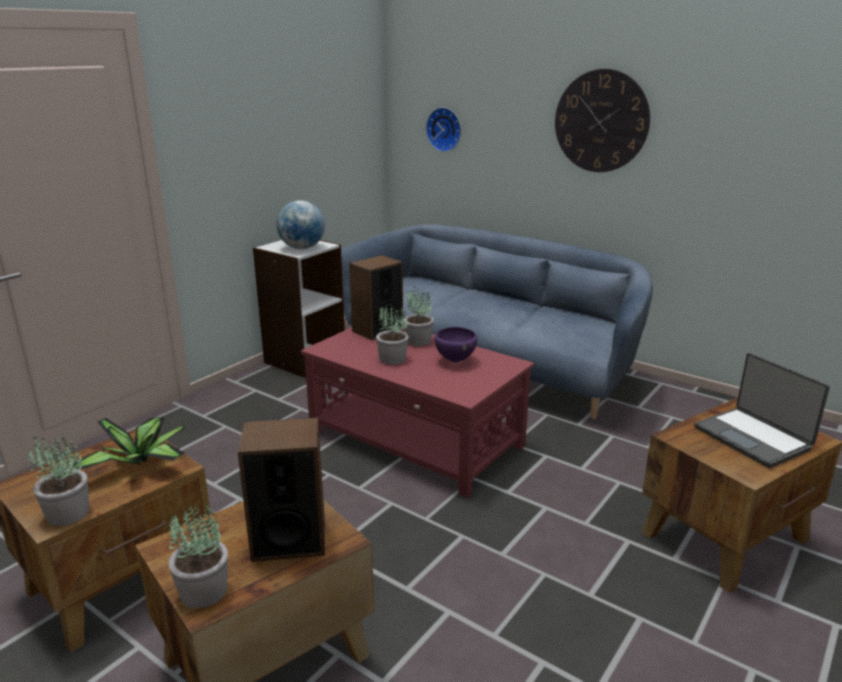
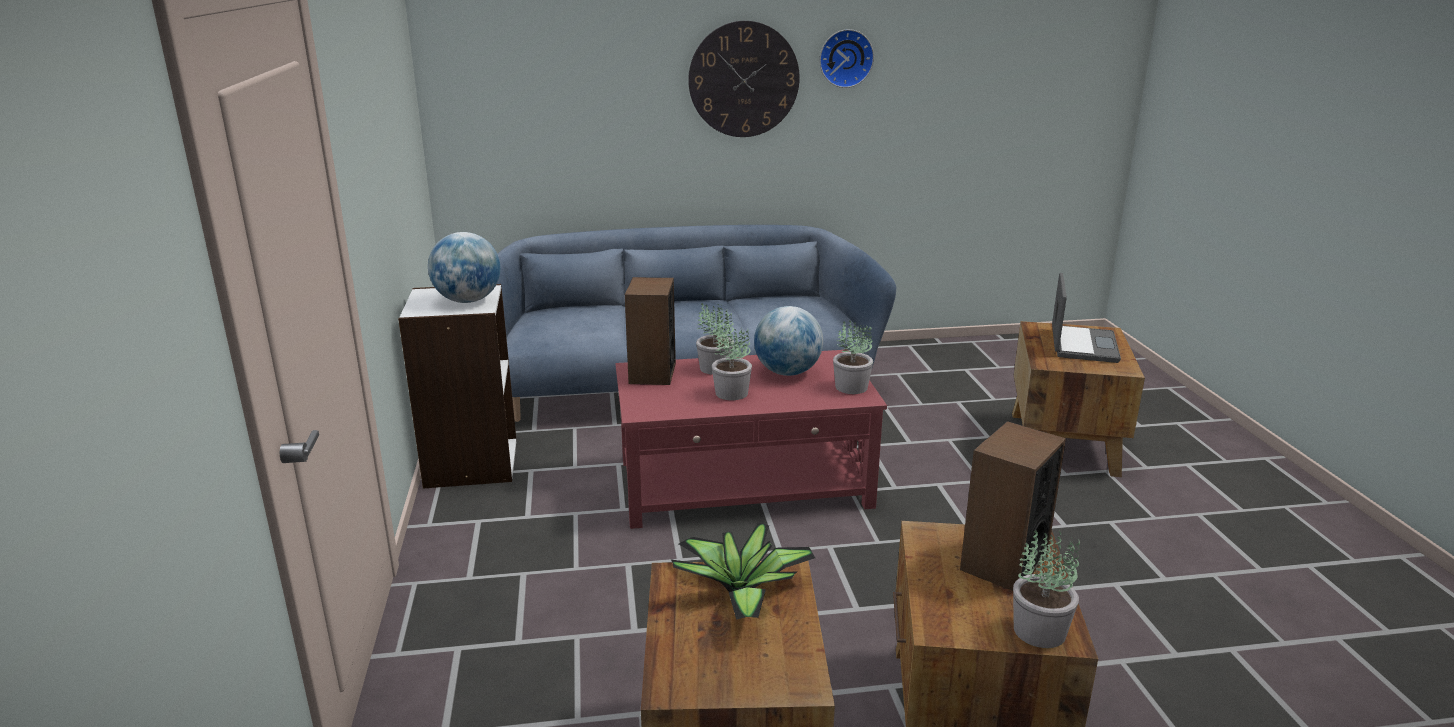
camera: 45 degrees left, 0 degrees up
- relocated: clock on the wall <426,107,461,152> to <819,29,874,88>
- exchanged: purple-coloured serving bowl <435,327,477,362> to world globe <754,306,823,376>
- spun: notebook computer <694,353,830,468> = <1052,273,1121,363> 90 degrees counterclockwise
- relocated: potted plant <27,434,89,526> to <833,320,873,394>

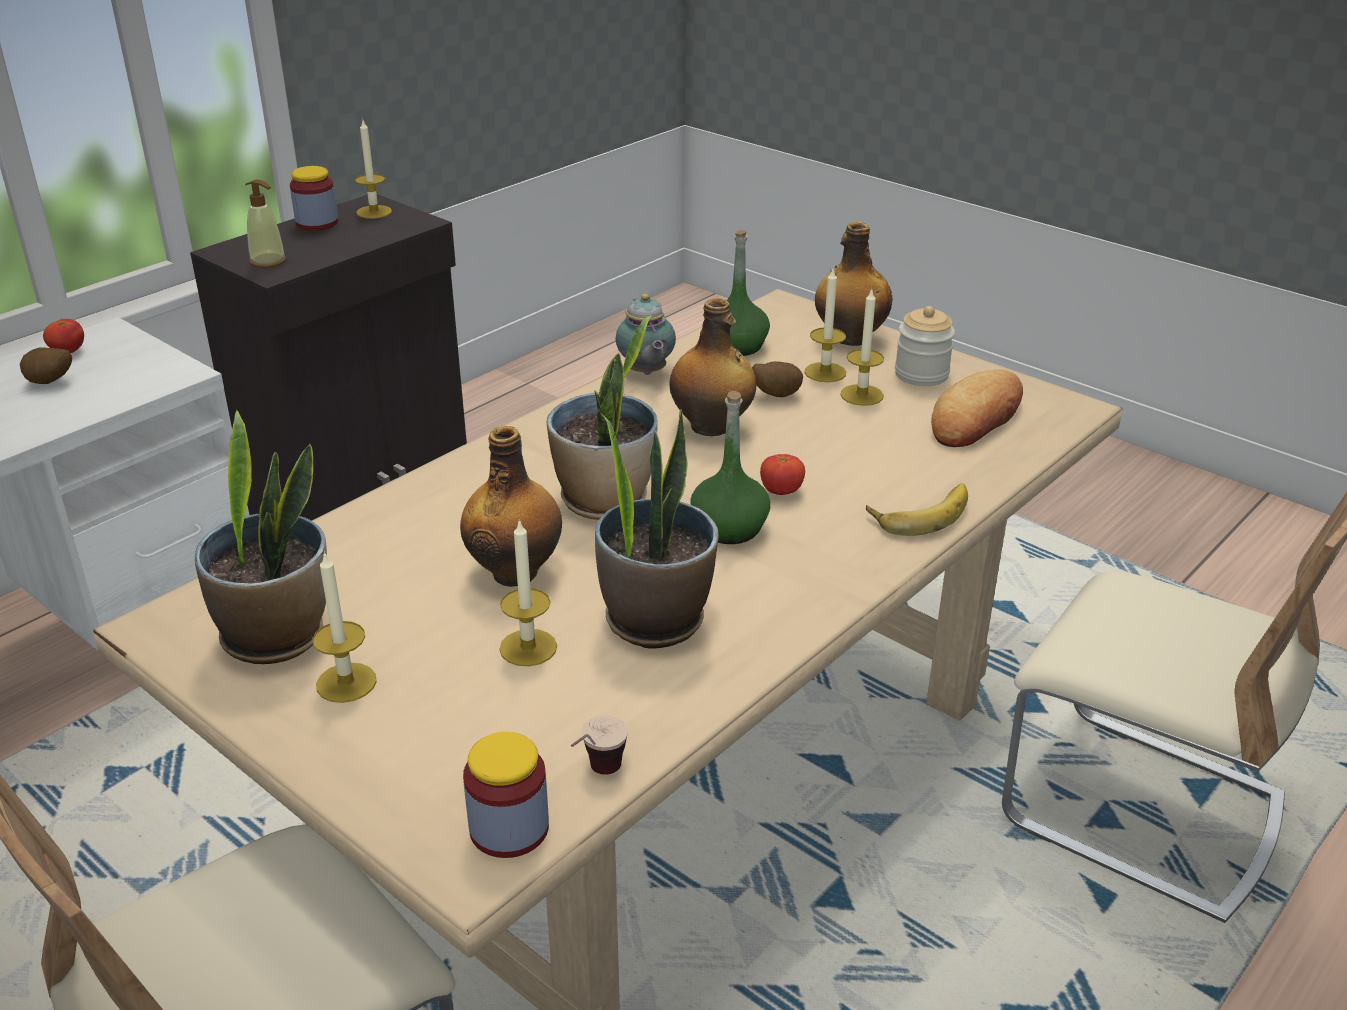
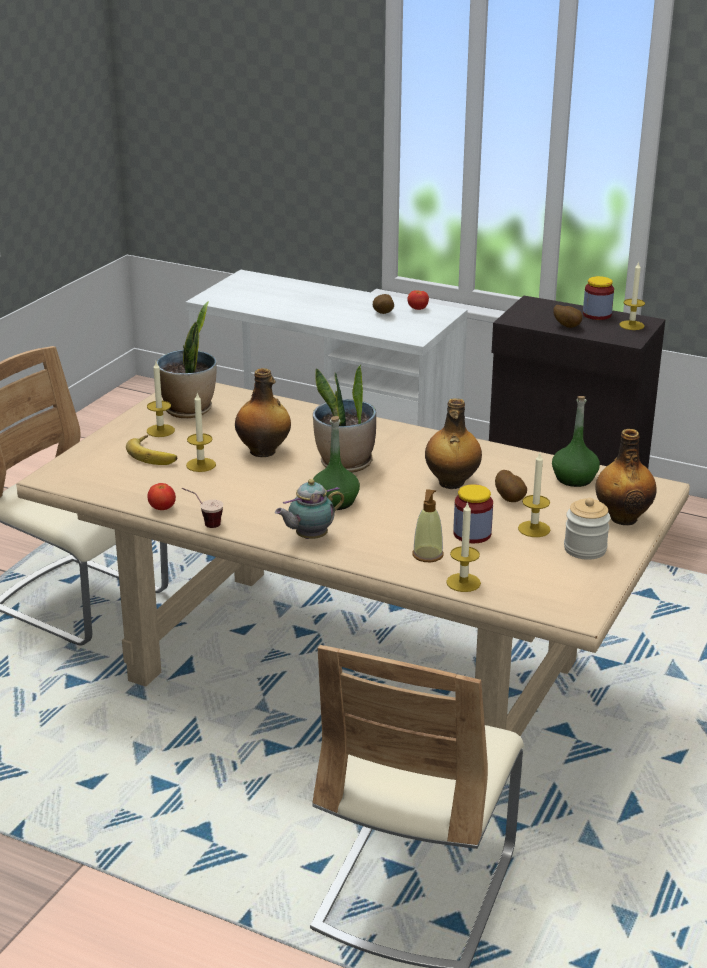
camera: 75 degrees right, 5 degrees down
- relocated: soap dispenser <245,180,286,268> to <412,489,443,562>
- relocated: wax candle <804,269,846,382> to <446,501,481,592>
- relocated: pot for tea <616,294,676,375> to <275,479,344,539>
- missing: bread <931,369,1023,447>
- missing: potted plant <595,409,718,649>
- relocated: tomato <760,454,805,495> to <147,483,176,510>
- relocated: banana fruit <866,483,968,536> to <126,435,177,465>
- relocated: drinking cup <571,715,628,775> to <182,488,223,528>
- relocated: jar <463,732,549,858> to <453,484,493,543>
- appeared: potato <553,305,583,328>

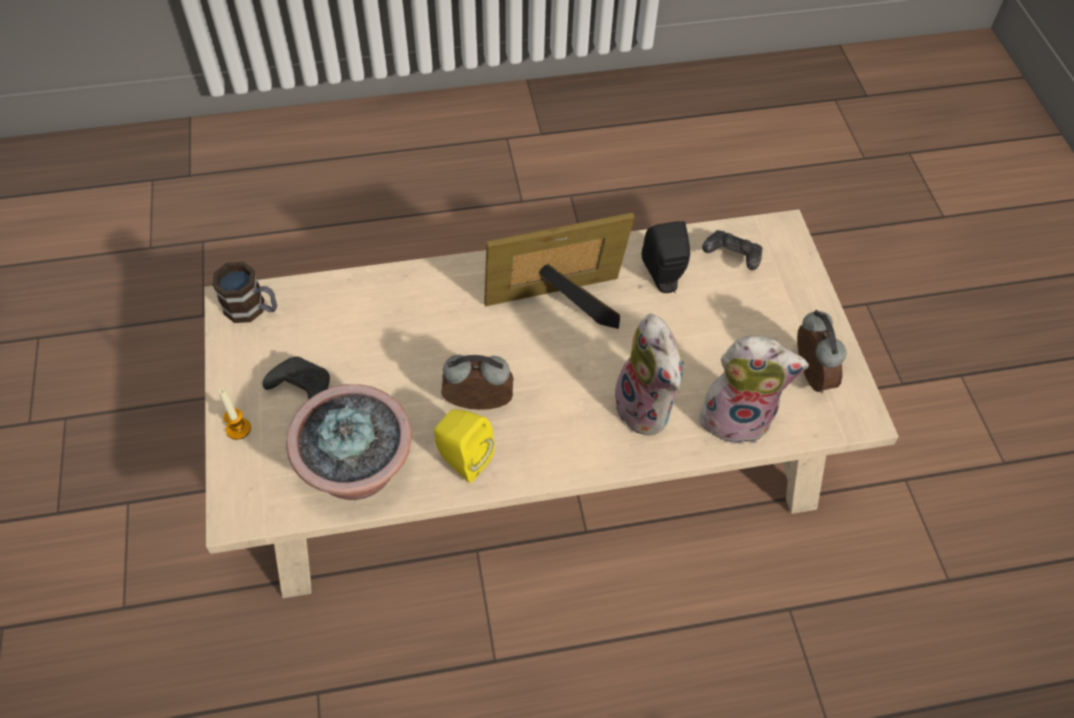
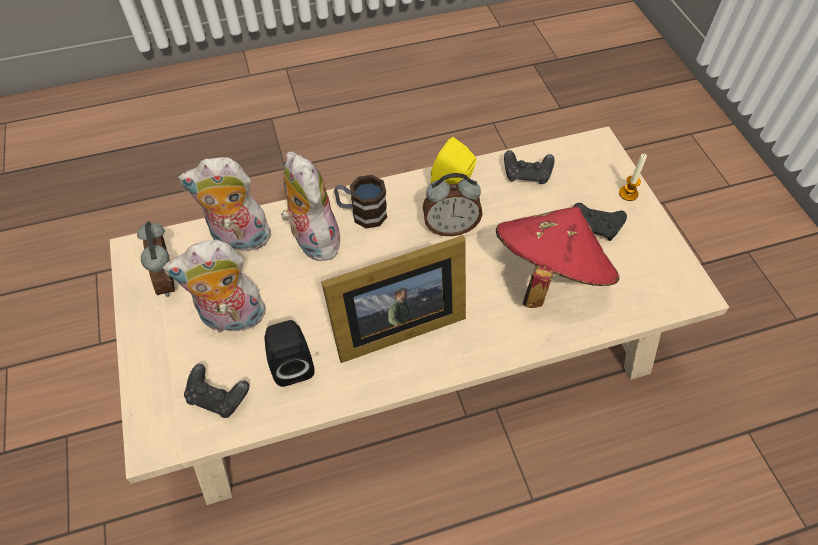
camera: 175 degrees right, 0 degrees up
- relocated: coffee mug <212,262,277,323> to <334,175,387,228>
- exchanged: potted plant <286,384,412,500> to blackish gamepad <504,150,555,184>
- appeared: red hat <496,206,620,308>
- appeared: cuddly toy <163,240,269,333>

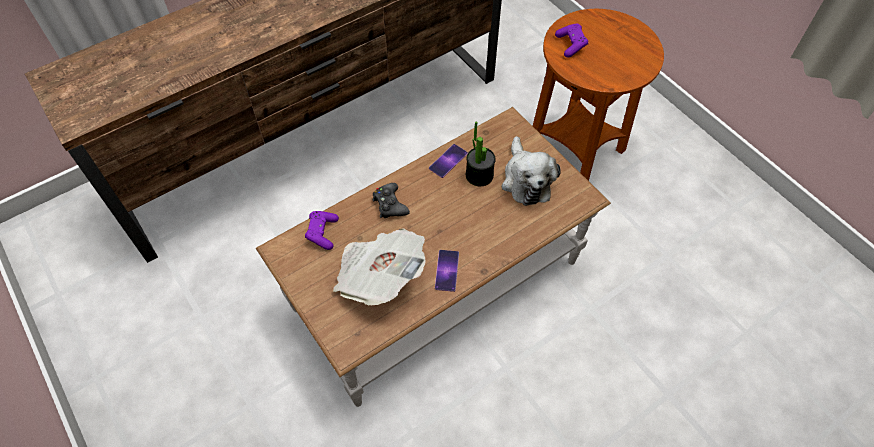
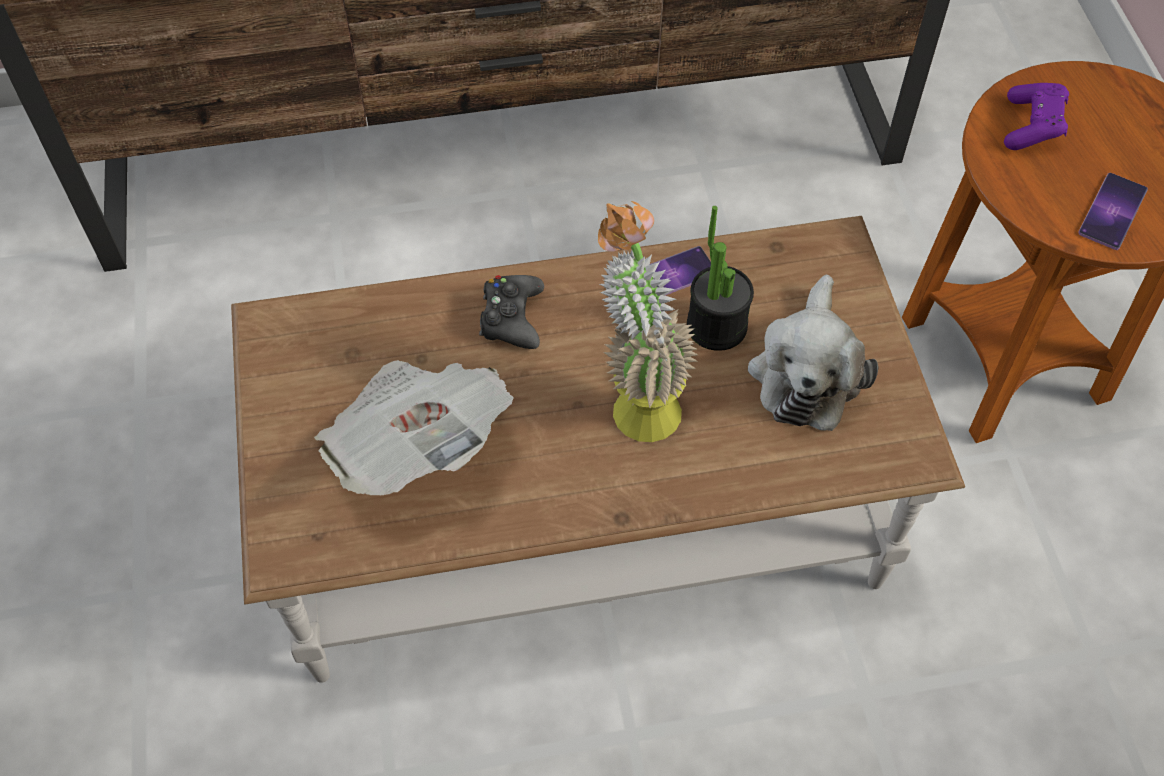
camera: 25 degrees right, 0 degrees up
- missing: purple-coloured gamepad <305,211,339,250>
- relocated: handset <435,250,459,292> to <1078,173,1148,250>
- appeared: potted plant <598,201,698,442>

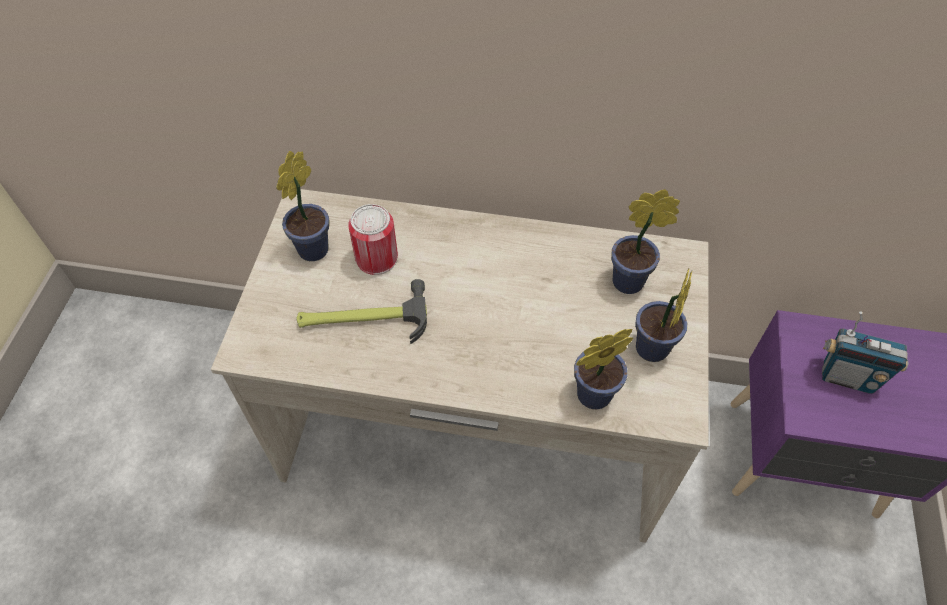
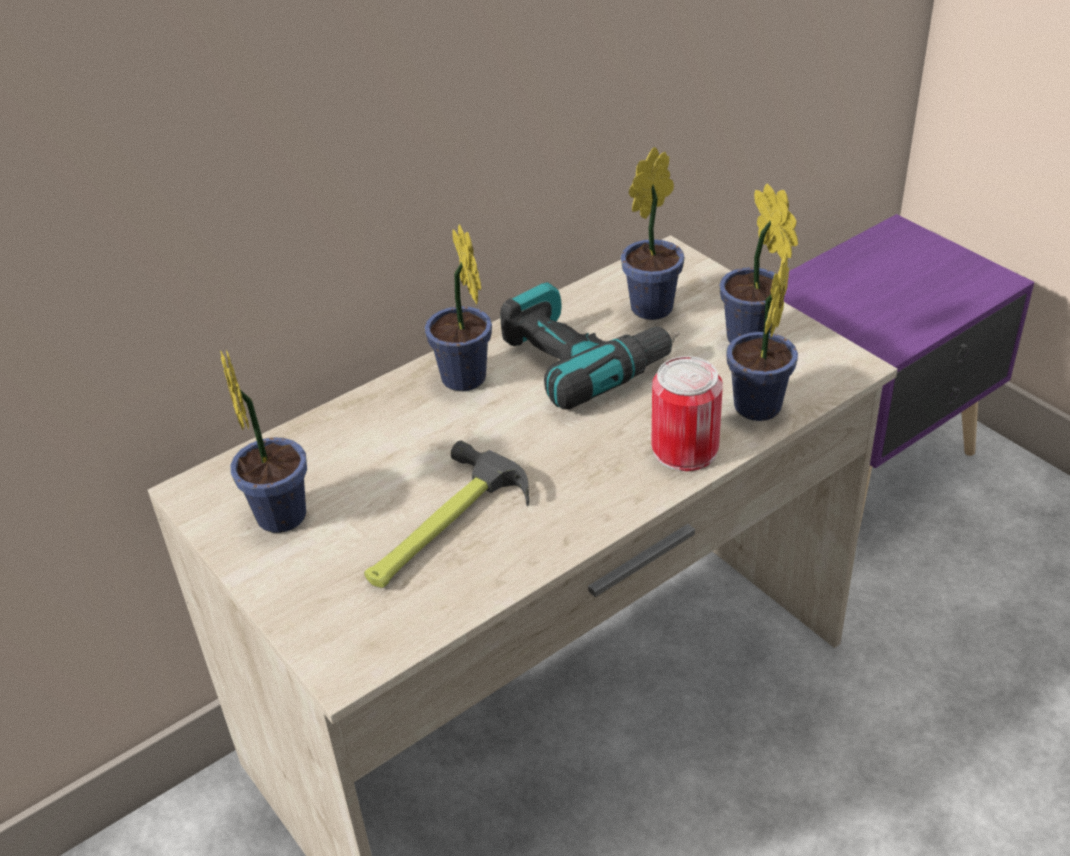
camera: 45 degrees left, 15 degrees down
- relocated: can <348,204,398,275> to <651,356,723,471>
- missing: radio receiver <822,311,909,394>
- appeared: potted plant <424,224,492,391>
- appeared: electric drill <500,282,680,410>

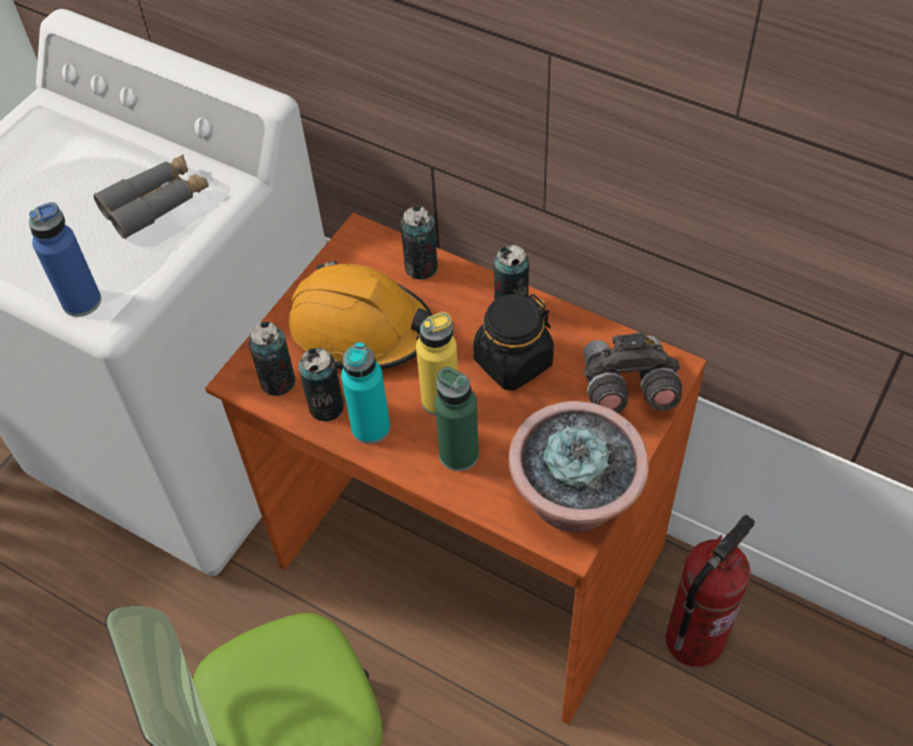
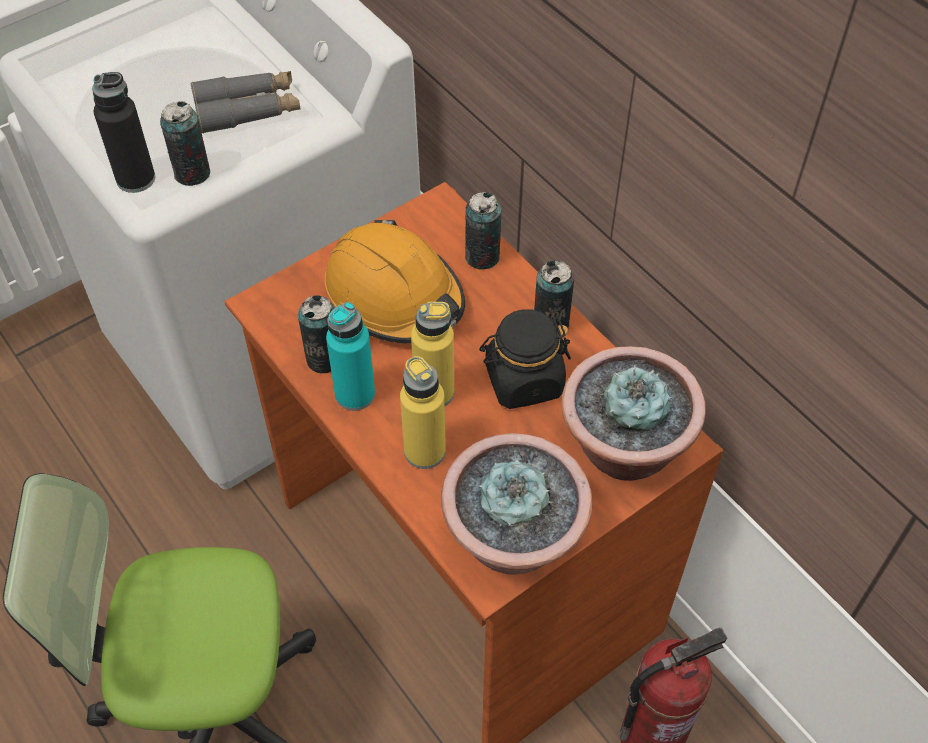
camera: 20 degrees right, 0 degrees up
- colour: blue drink bottle <29,202,101,317> to blackish drink bottle <92,72,155,193>
- relocated: can <248,321,296,396> to <160,101,210,186>
- exchanged: gray field glasses <584,332,682,413> to potted plant <562,346,706,481>
- colour: greenish drink bottle <435,367,479,471> to yellow-coloured drink bottle <400,356,446,469>

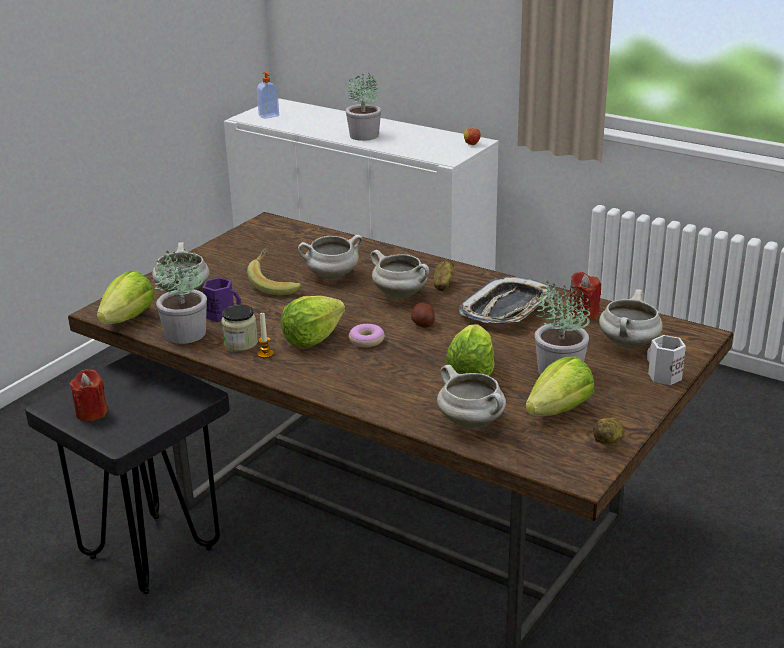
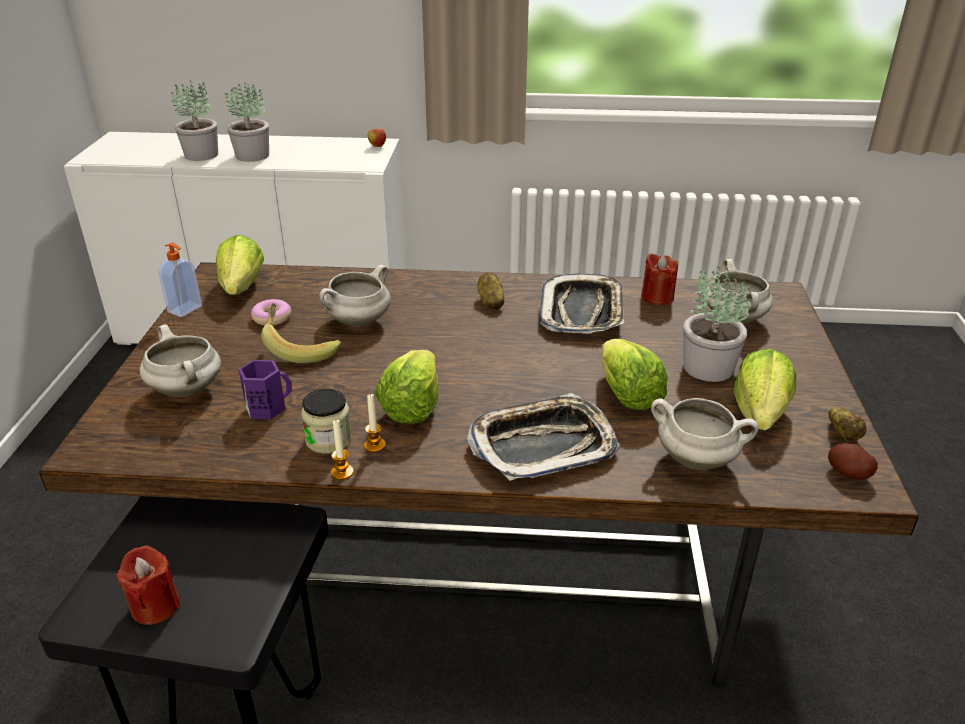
camera: 30 degrees left, 5 degrees up
- relocated: soap dispenser <257,72,279,119> to <158,243,202,317>
- relocated: potted plant <155,249,207,344> to <172,80,218,161>
- missing: white-coloured cooking pot <370,250,429,299>
- relocated: head of lettuce <97,270,155,324> to <216,235,264,295>
- relocated: potato <411,302,435,328> to <828,443,878,480>
- relocated: doughnut <349,324,385,347> to <251,299,291,326>
- missing: white-coloured coffee mug <647,335,686,385>
- appeared: serving tray <467,393,620,481>
- appeared: wax candle <331,420,354,480>

